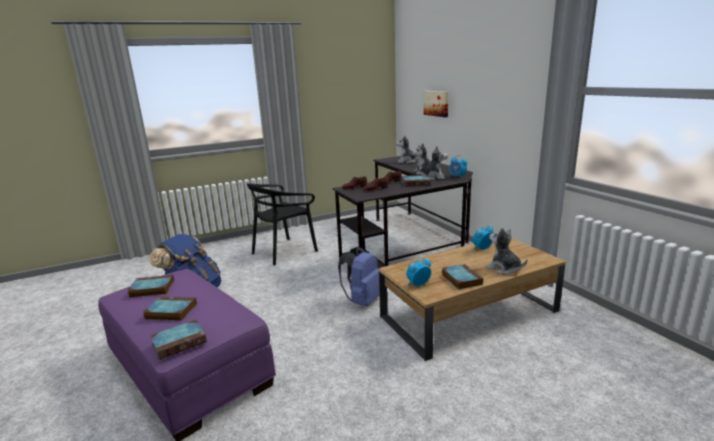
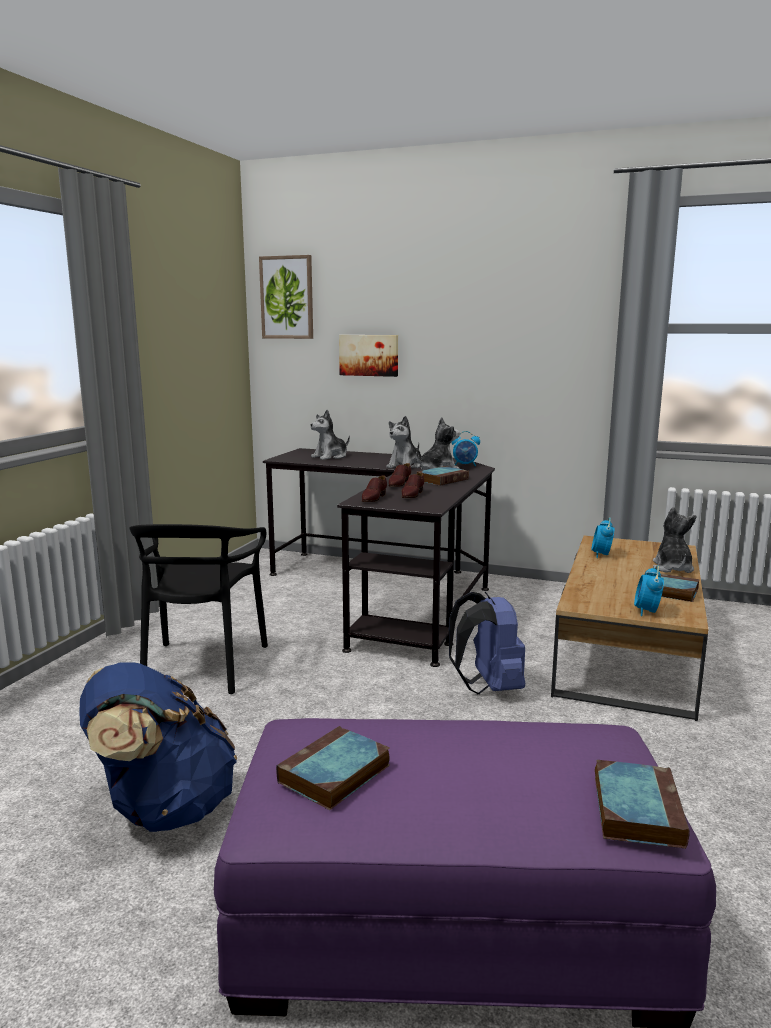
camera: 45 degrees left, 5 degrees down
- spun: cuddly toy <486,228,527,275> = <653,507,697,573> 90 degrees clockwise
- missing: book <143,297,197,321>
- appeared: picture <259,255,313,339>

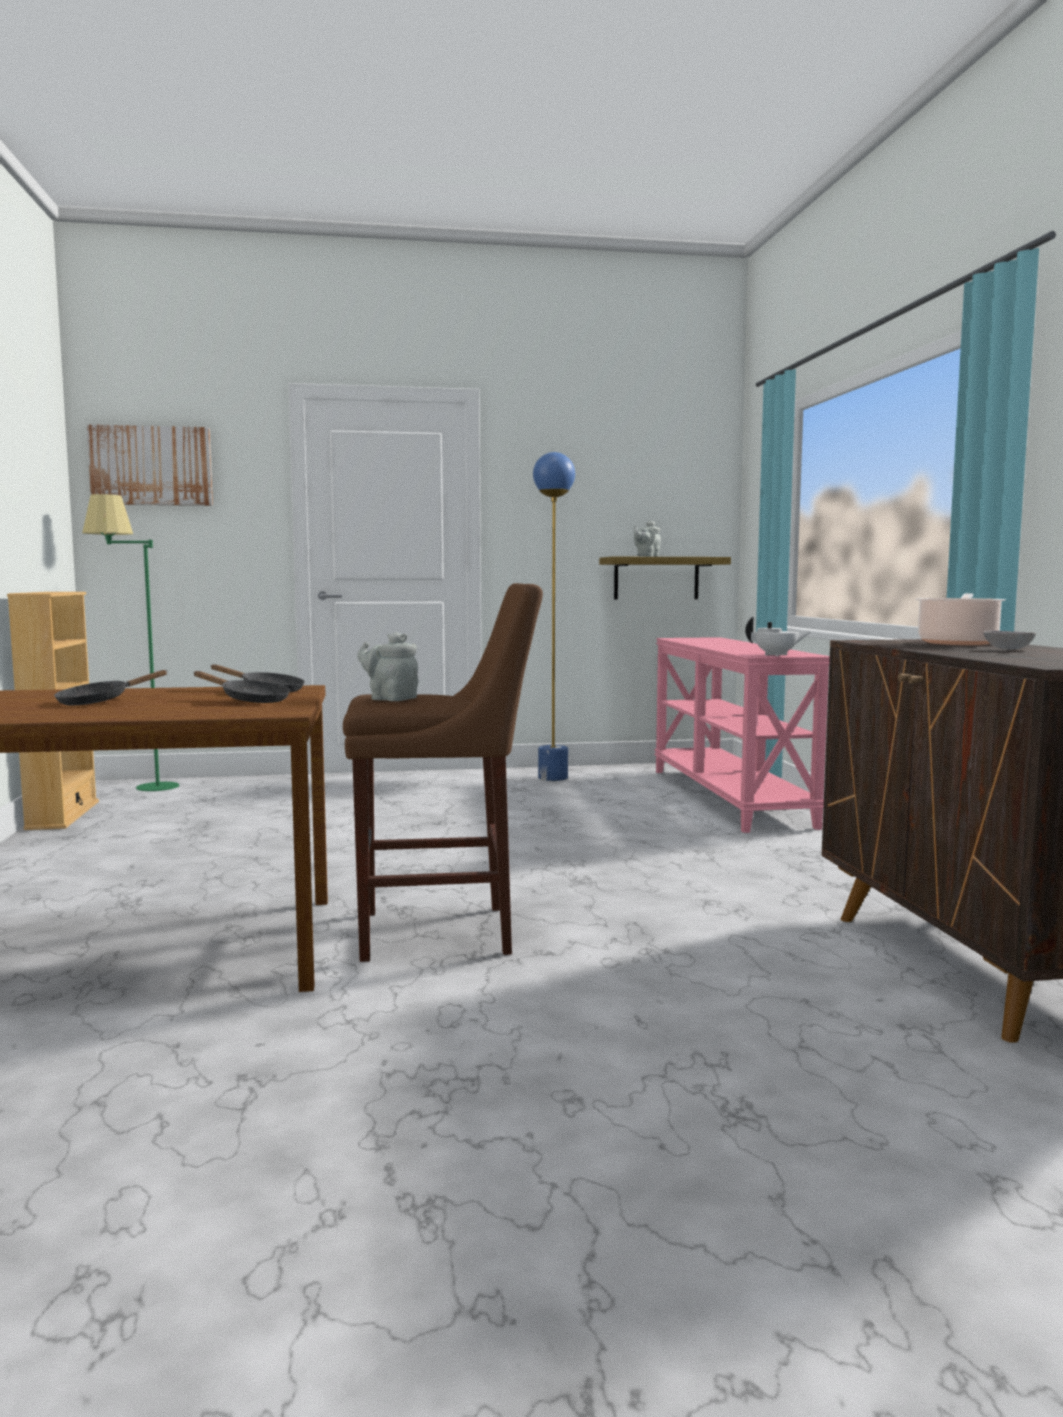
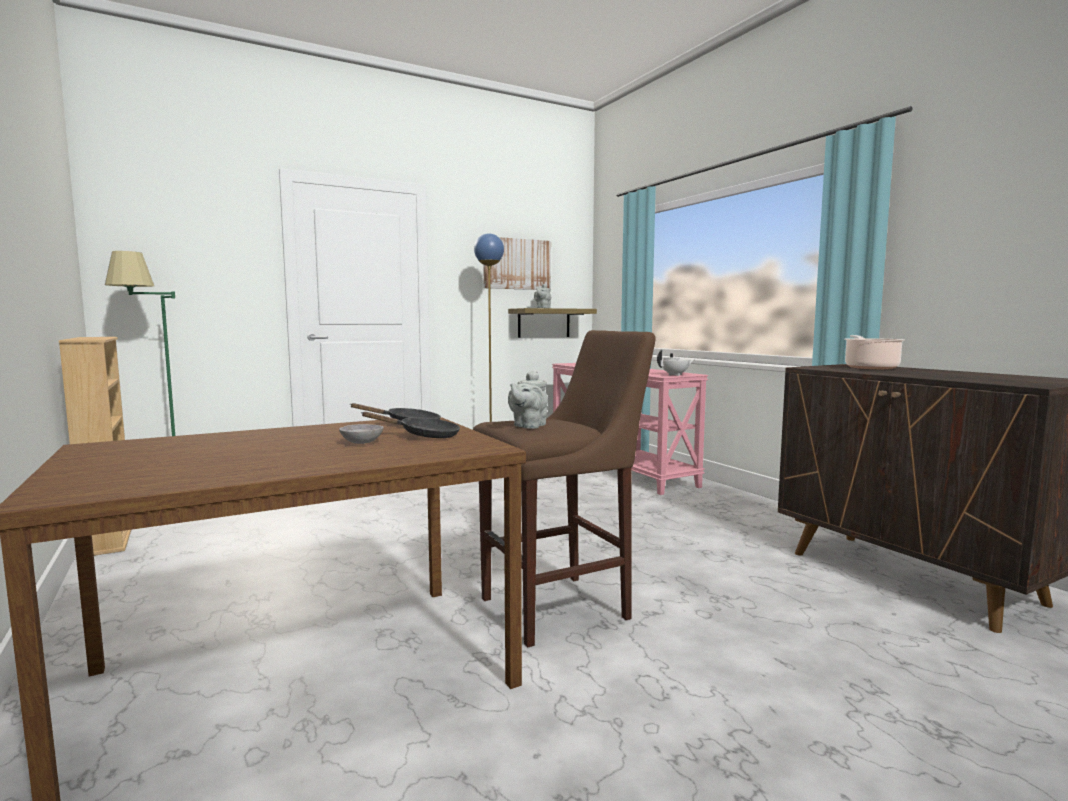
camera: 20 degrees left, 0 degrees up
- relocated: picture <87,424,213,506> to <484,237,551,290>
- relocated: gray serving bowl <983,630,1036,650> to <339,424,384,444>
- spun: gray pot for tea <357,632,419,701> = <508,371,548,429> 75 degrees counterclockwise
- missing: blackish frying pan <54,670,167,705>

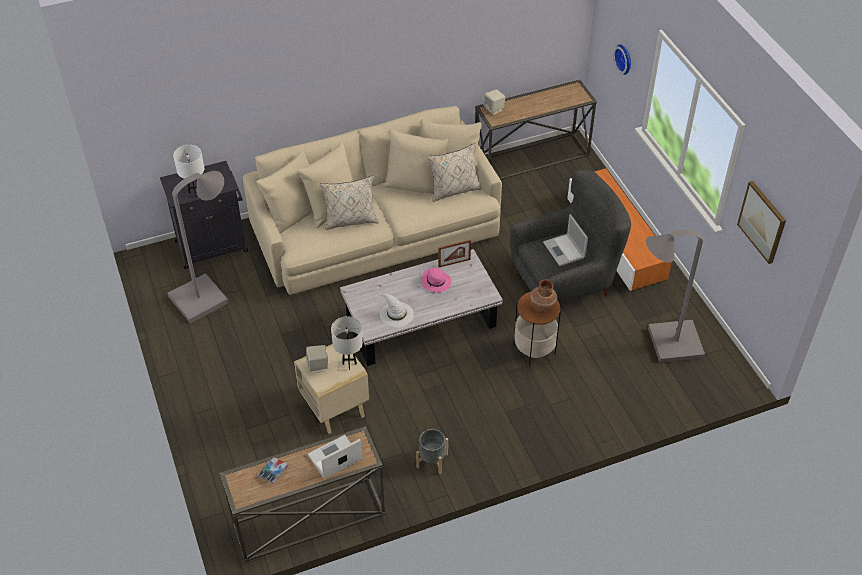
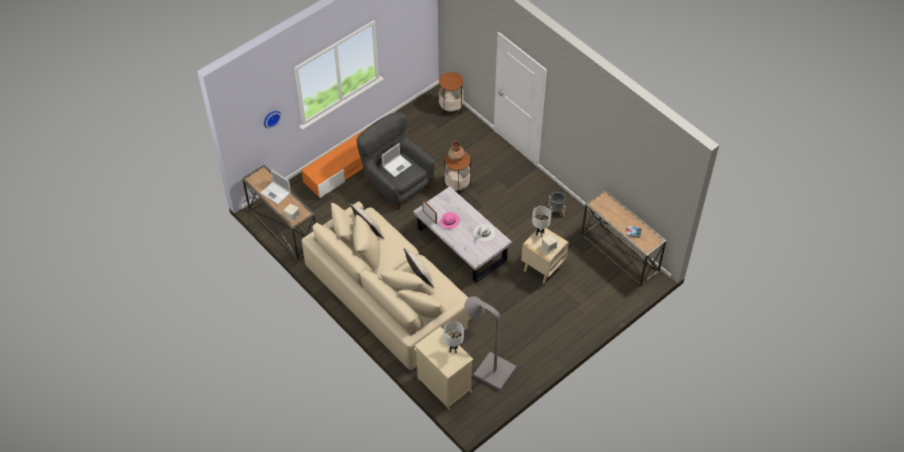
camera: 110 degrees left, 5 degrees up
- colour: blackish cabinet <160,161,248,269> to beige cabinet <414,327,473,410>
- missing: picture <737,181,786,264>
- missing: gray standing lamp <646,230,705,363>
- relocated: notebook computer <308,435,362,479> to <260,169,291,204>
- appeared: accent table <439,72,464,116>

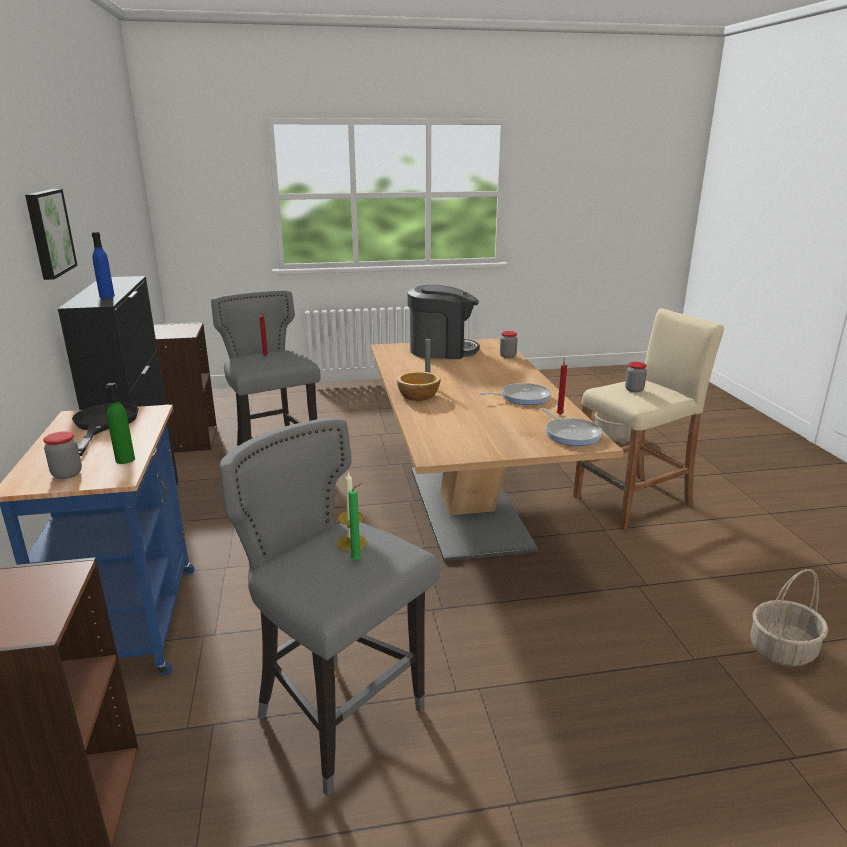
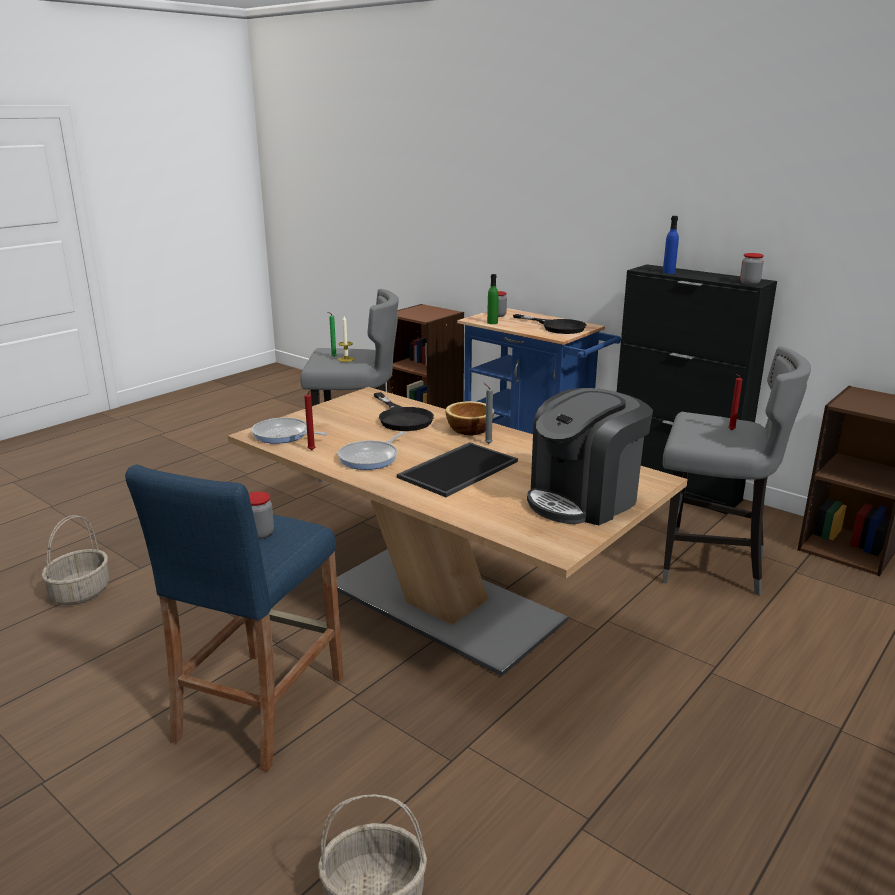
camera: 140 degrees right, 0 degrees up
- missing: picture <25,189,78,280>
- colour: beige stool seat <573,308,724,529> to blue stool seat <125,464,343,772>
- relocated: jar <500,331,517,358> to <740,253,764,285>
- appeared: blackish frying pan <374,392,434,431>
- appeared: serving tray <397,442,518,497>

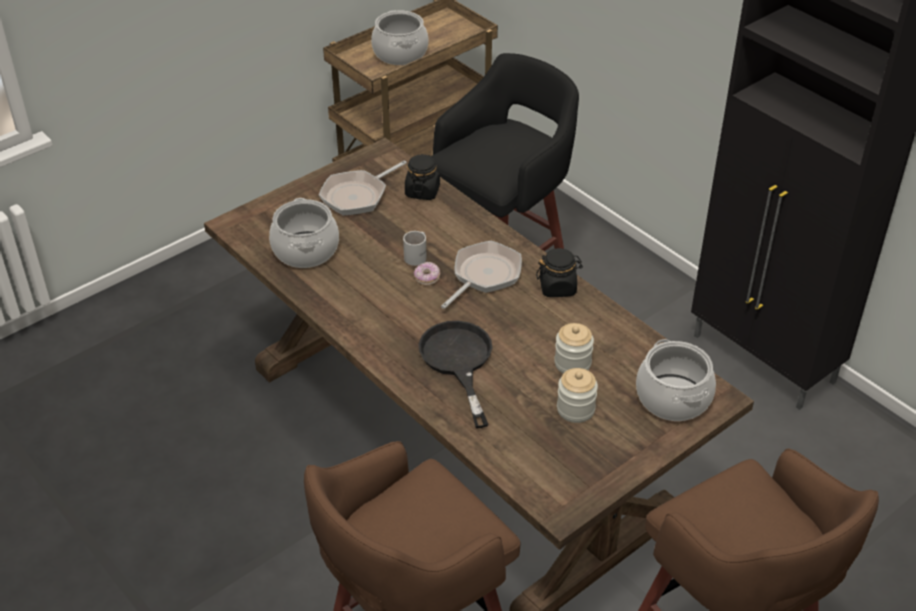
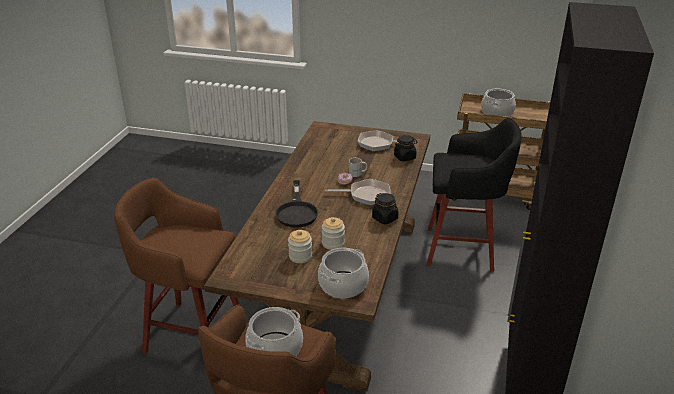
camera: 55 degrees right, 10 degrees down
- relocated: cooking pot <269,198,339,268> to <245,307,303,356>
- spun: blackish frying pan <419,321,492,428> = <275,180,318,228> 135 degrees clockwise

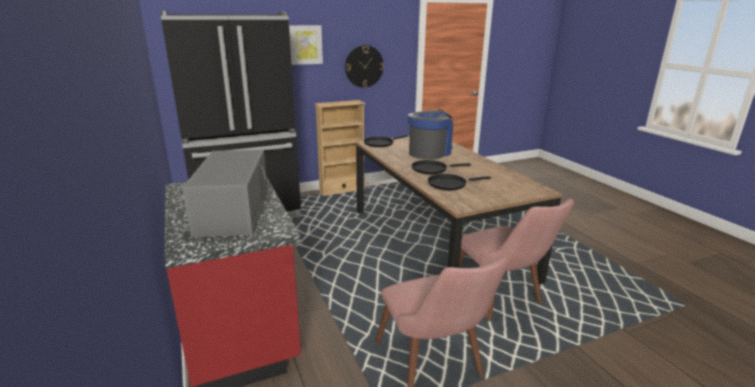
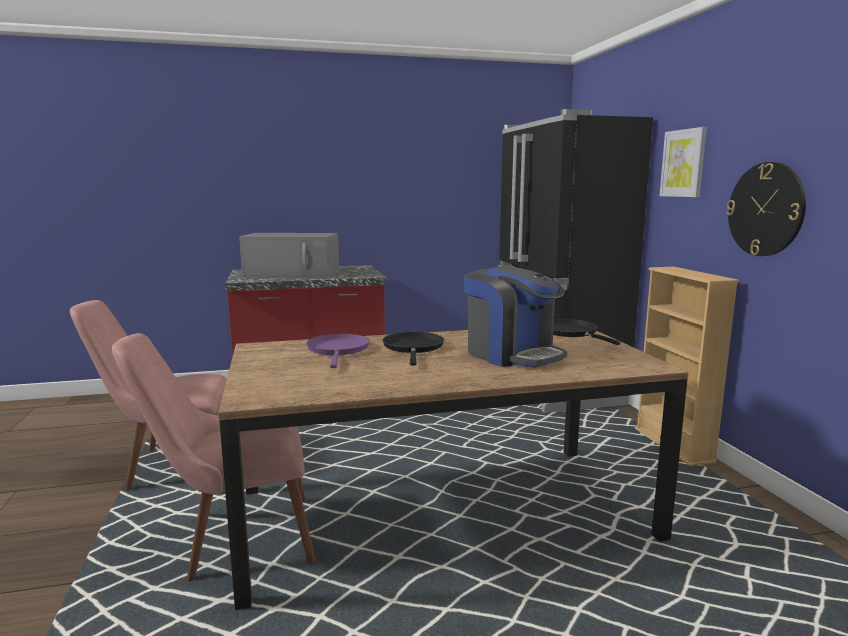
camera: 100 degrees right, 10 degrees down
- colour: blackish frying pan <428,174,491,190> to purple-coloured frying pan <307,334,370,368>

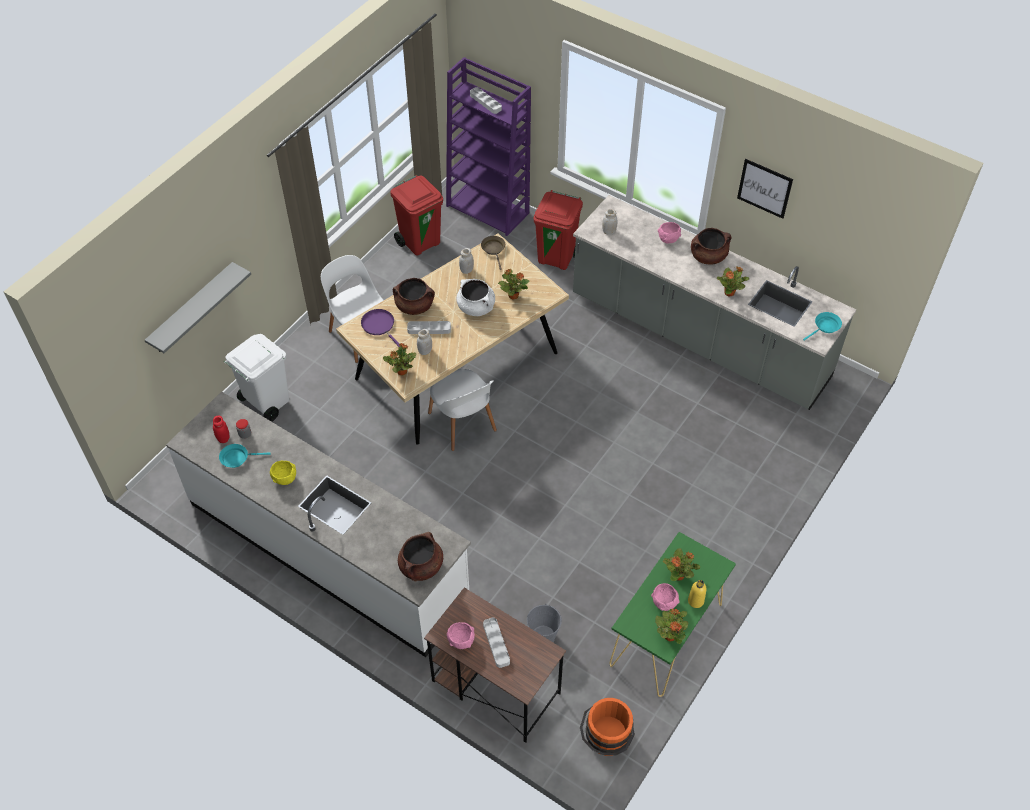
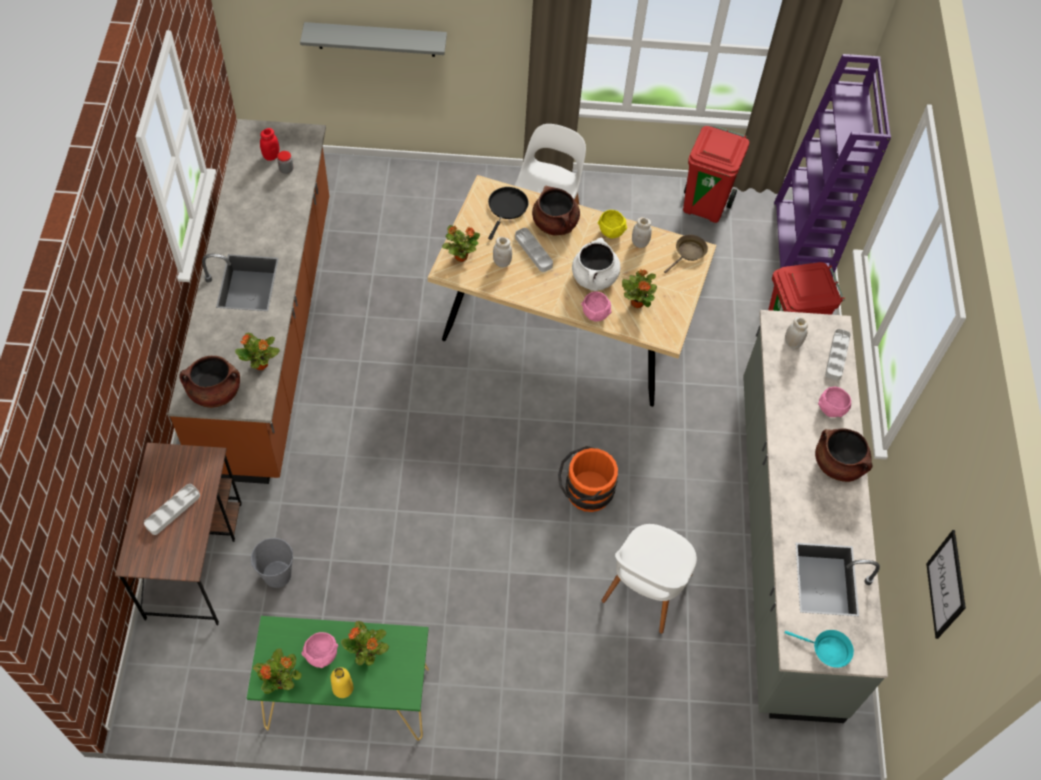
camera: 55 degrees right, 5 degrees up
- relocated: gray serving tray <470,87,502,114> to <825,329,851,380>
- relocated: picture <737,159,793,219> to <926,530,966,639>
- relocated: potted plant <717,266,750,296> to <235,333,280,370>
- colour: purple-coloured frying pan <361,309,400,347> to blackish frying pan <488,187,529,240>
- missing: white-coloured waste bin <224,334,289,422>
- relocated: white-coloured chair <428,369,497,451> to <601,524,697,634>
- colour: white-coloured kitchen counter <166,392,471,657> to brown-coloured kitchen counter <168,119,329,484>
- missing: blue-green frying pan <219,444,271,468>
- relocated: yellow-coloured serving bowl <270,461,296,485> to <598,210,627,238>
- relocated: pink serving bowl <447,622,475,649> to <581,292,612,322>
- relocated: orange-coloured bucket <580,698,635,756> to <558,446,618,512>

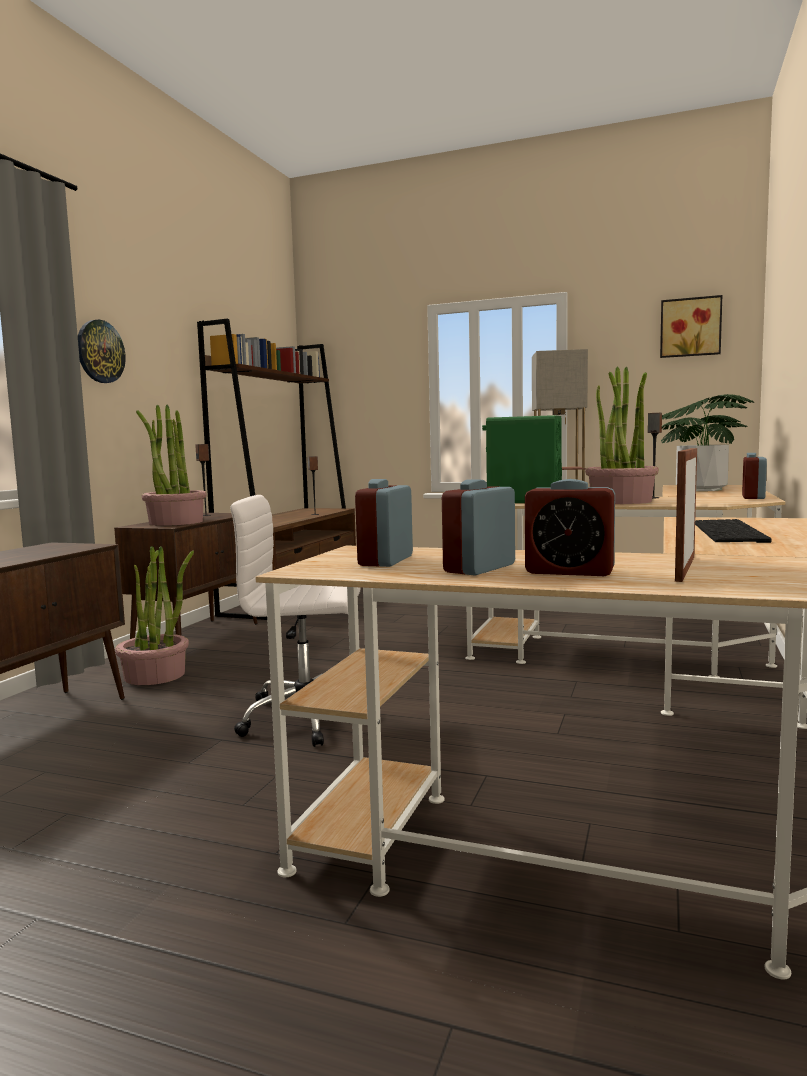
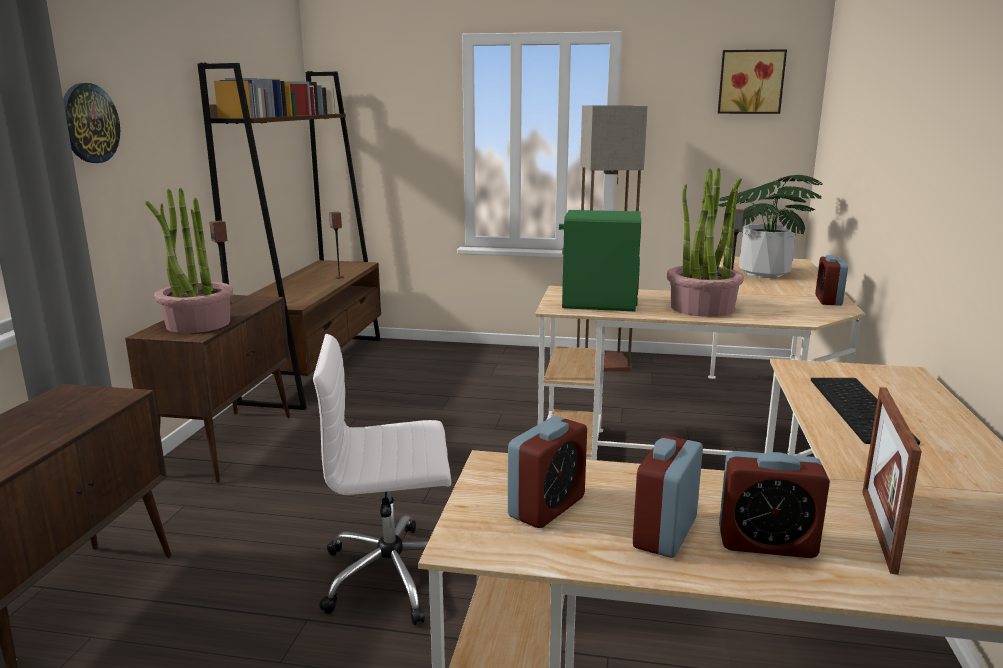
camera: 10 degrees left, 10 degrees up
- spun: bedside clock <355,479,413,567> = <508,416,587,528> 150 degrees counterclockwise
- missing: potted plant <115,546,194,685>

